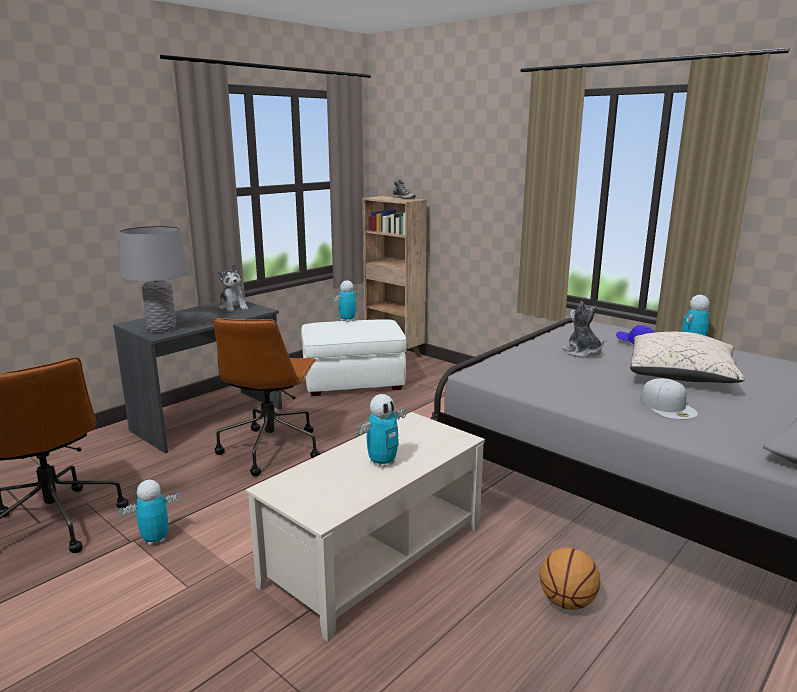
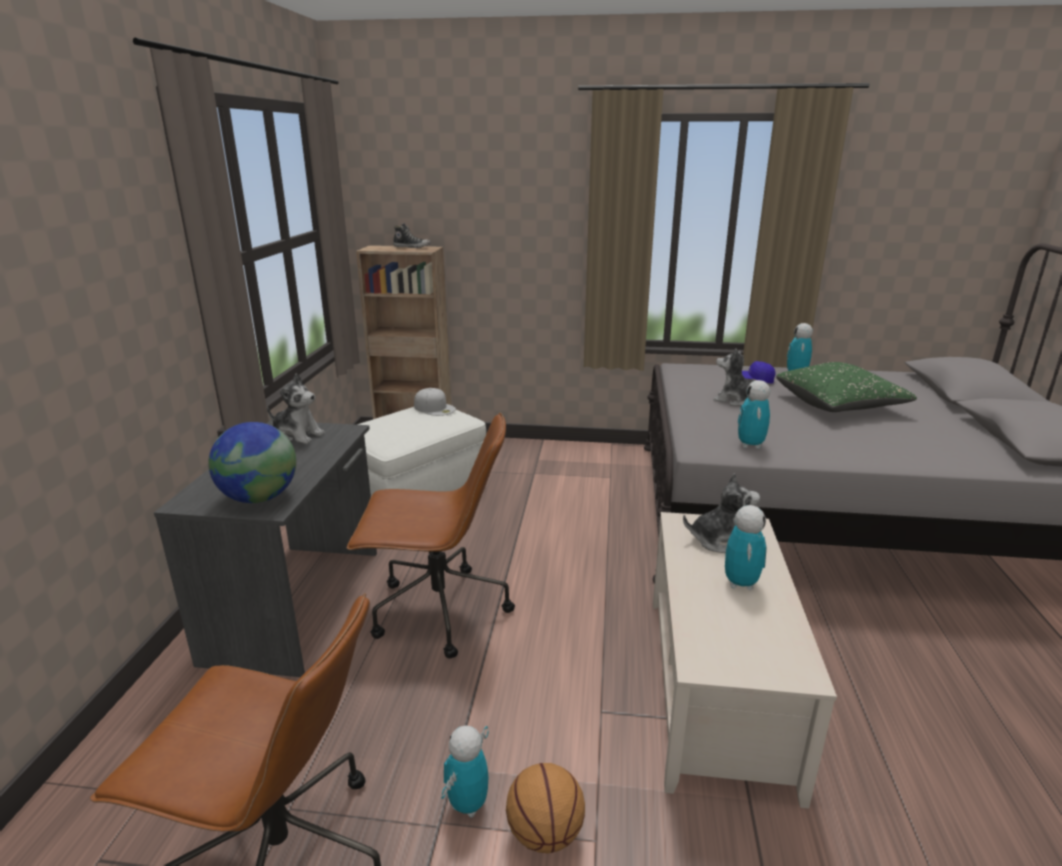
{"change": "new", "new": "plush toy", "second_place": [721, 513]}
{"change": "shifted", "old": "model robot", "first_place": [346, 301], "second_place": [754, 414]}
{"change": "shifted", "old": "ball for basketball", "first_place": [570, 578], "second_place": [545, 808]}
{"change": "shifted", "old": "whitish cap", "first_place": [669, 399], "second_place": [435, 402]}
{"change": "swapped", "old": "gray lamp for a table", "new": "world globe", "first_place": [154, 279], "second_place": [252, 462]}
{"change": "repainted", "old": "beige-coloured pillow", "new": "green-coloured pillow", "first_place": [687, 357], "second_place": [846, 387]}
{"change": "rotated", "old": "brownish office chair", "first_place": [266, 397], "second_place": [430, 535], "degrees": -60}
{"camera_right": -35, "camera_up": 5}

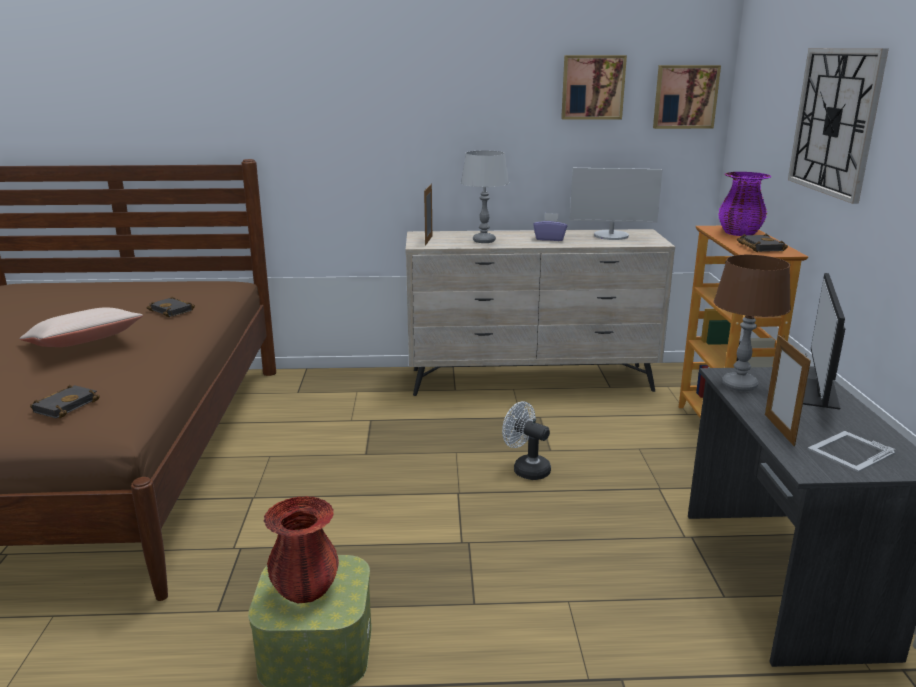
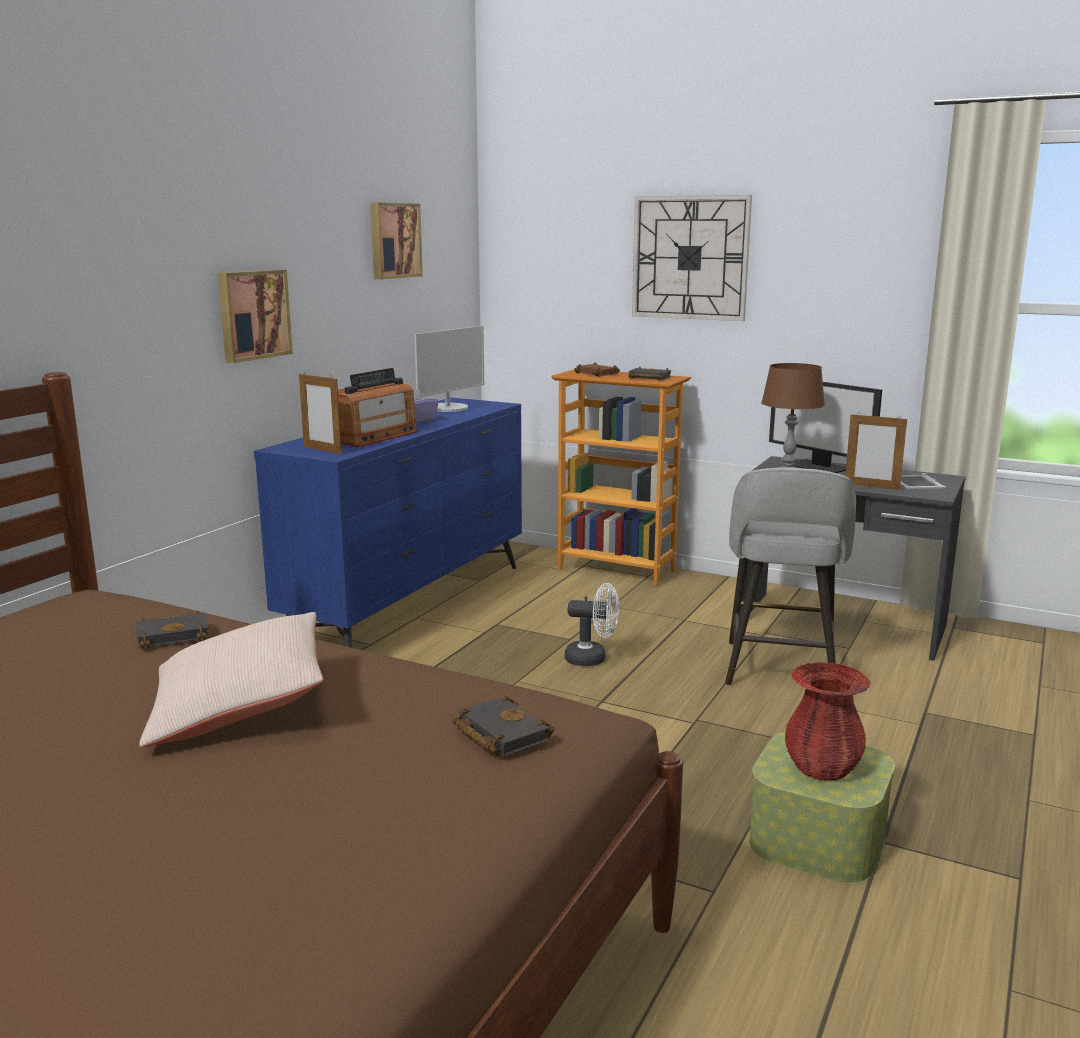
{"change": "new", "new": "gray stool", "second_place": [790, 576]}
{"change": "shifted", "old": "wall picture", "first_place": [687, 97], "second_place": [255, 316]}
{"change": "swapped", "old": "gray lamp for a table", "new": "radio receiver", "first_place": [485, 196], "second_place": [377, 407]}
{"change": "swapped", "old": "purple-coloured vase", "new": "brownish book", "first_place": [744, 204], "second_place": [597, 369]}
{"change": "repainted", "old": "beige-coloured drawer chest", "new": "bluish drawer chest", "first_place": [540, 312], "second_place": [388, 523]}
{"change": "rotated", "old": "whitish fan", "first_place": [526, 440], "second_place": [592, 624], "degrees": -150}
{"camera_right": -60, "camera_up": -5}

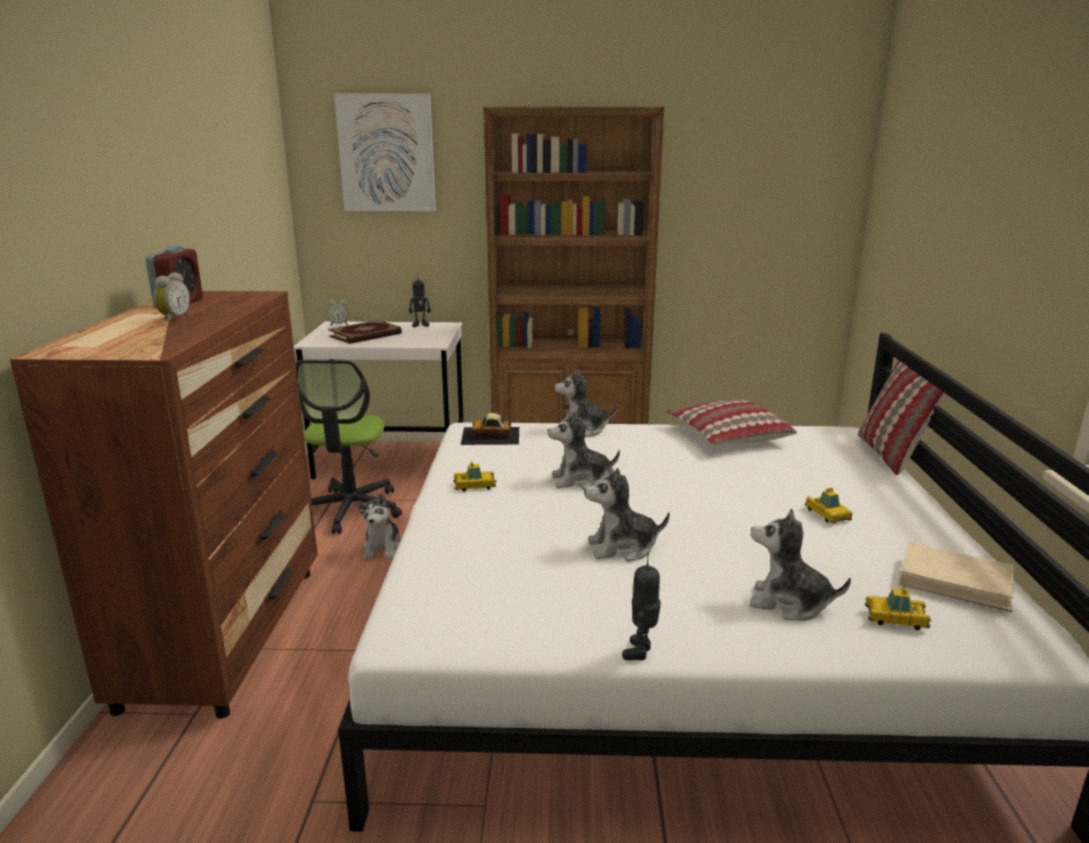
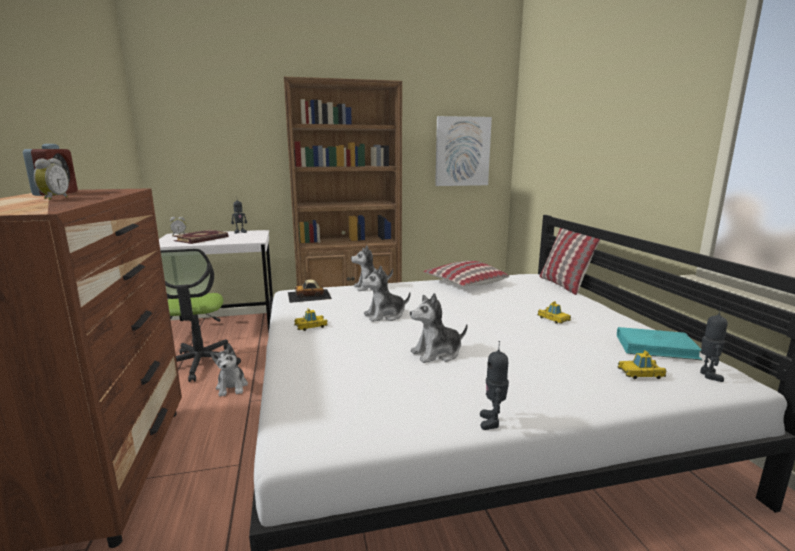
{"change": "gone", "old": "plush toy", "first_place": [800, 565]}
{"change": "new", "new": "model robot", "second_place": [714, 344]}
{"change": "shifted", "old": "wall picture", "first_place": [385, 152], "second_place": [463, 151]}
{"change": "repainted", "old": "beige-coloured book", "new": "turquoise book", "first_place": [956, 577], "second_place": [659, 343]}
{"camera_right": -15, "camera_up": -5}

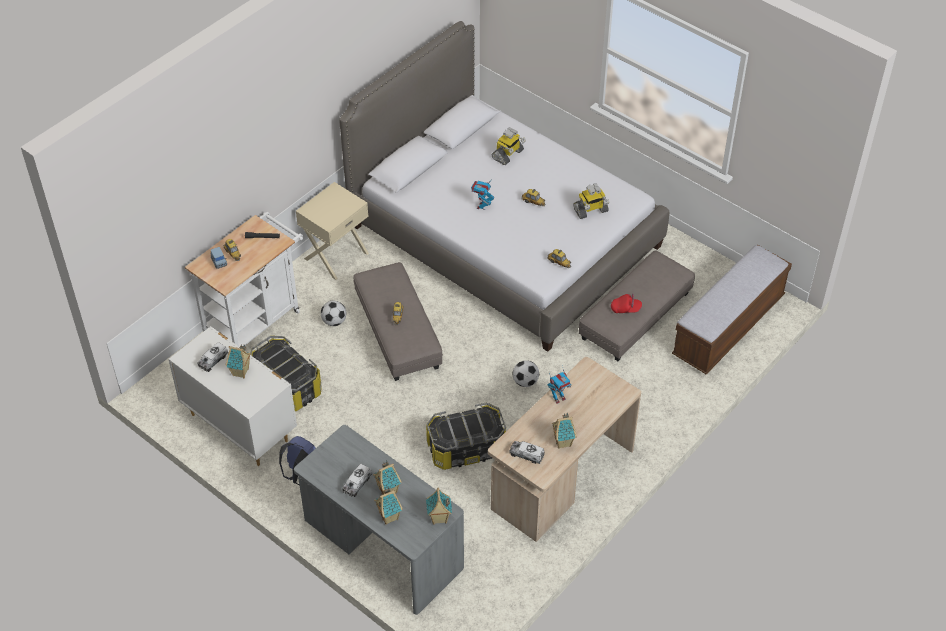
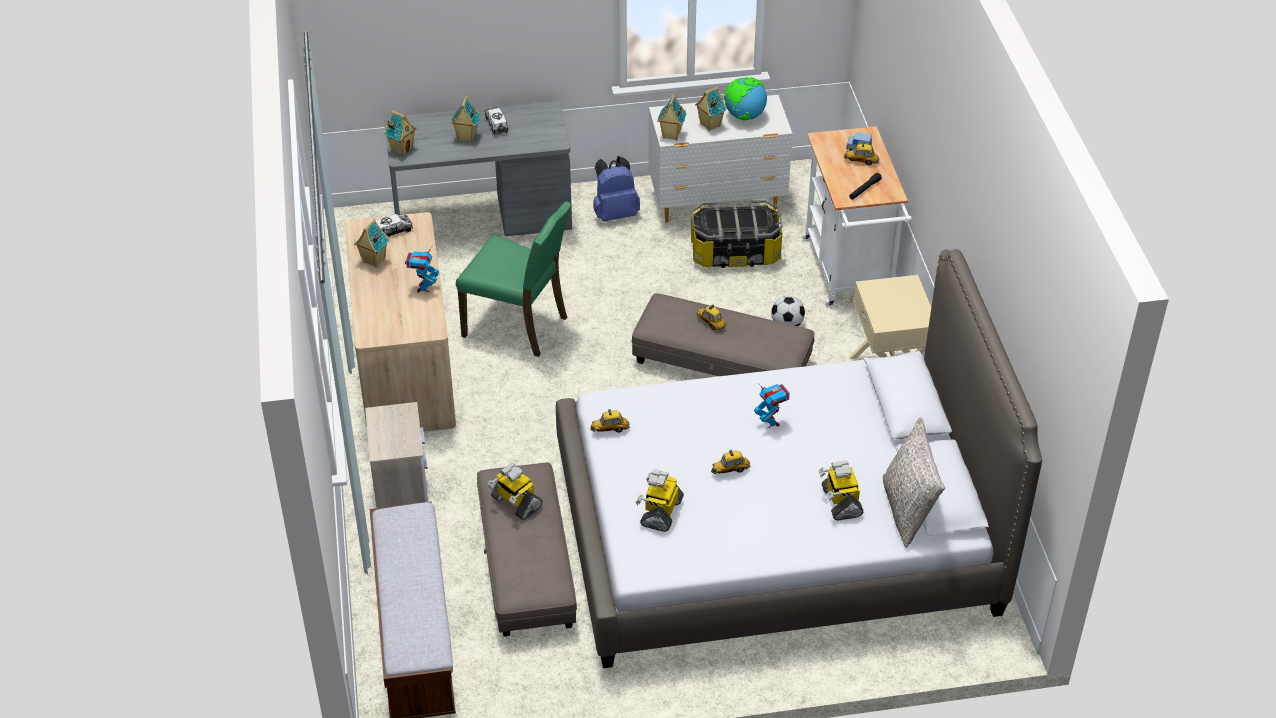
{"change": "gone", "old": "football", "first_place": [525, 373]}
{"change": "new", "new": "bedside table", "second_place": [396, 455]}
{"change": "new", "new": "gray pillow", "second_place": [914, 482]}
{"change": "shifted", "old": "miniature house", "first_place": [388, 505], "second_place": [672, 117]}
{"change": "swapped", "old": "toy lorry", "new": "world globe", "first_place": [213, 357], "second_place": [745, 99]}
{"change": "swapped", "old": "storage box", "new": "green-coloured upright chair", "first_place": [466, 436], "second_place": [514, 279]}
{"change": "swapped", "old": "red-coloured cap", "new": "model robot", "first_place": [626, 303], "second_place": [515, 491]}
{"camera_right": 130, "camera_up": -5}

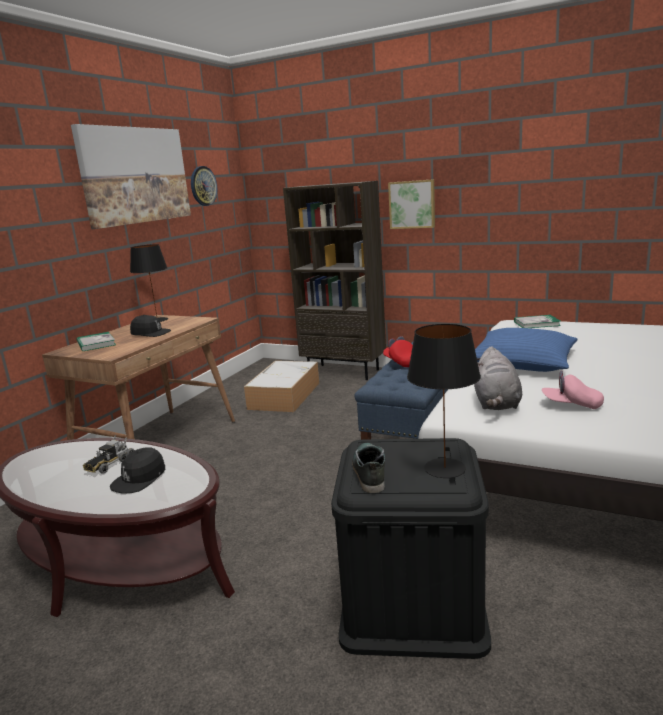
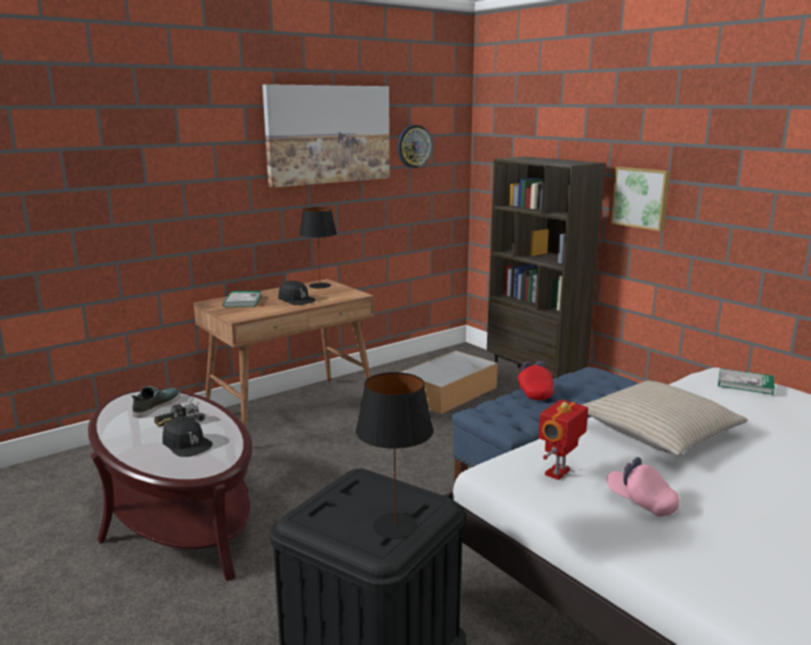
{"change": "shifted", "old": "low shoe", "first_place": [368, 468], "second_place": [155, 402]}
{"change": "swapped", "old": "gray plush toy", "new": "model robot", "first_place": [498, 378], "second_place": [563, 440]}
{"change": "repainted", "old": "bluish pillow", "new": "beige-coloured pillow", "first_place": [526, 350], "second_place": [665, 418]}
{"change": "rotated", "old": "black-coloured cap", "first_place": [137, 470], "second_place": [187, 436], "degrees": -105}
{"camera_right": 25, "camera_up": 0}

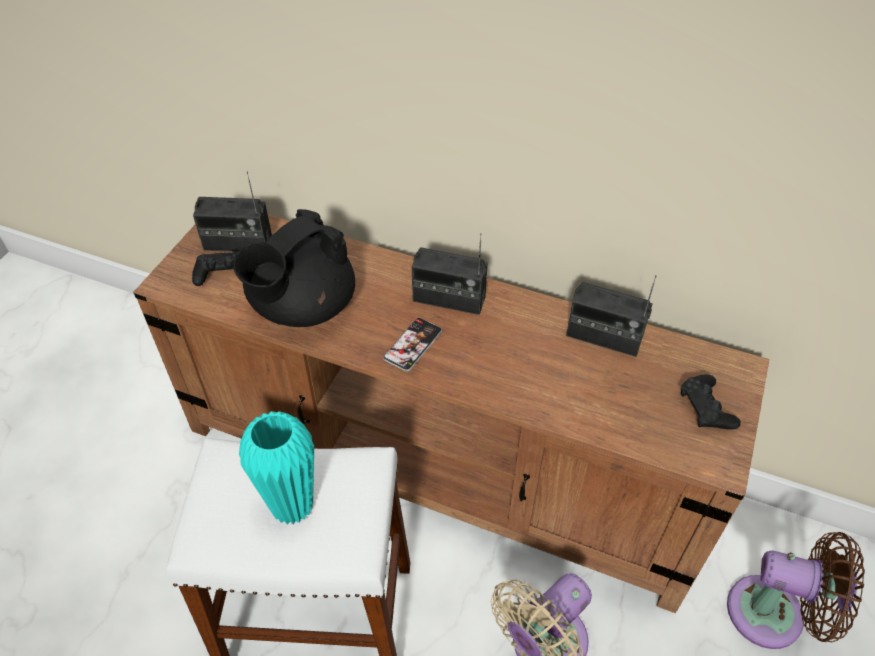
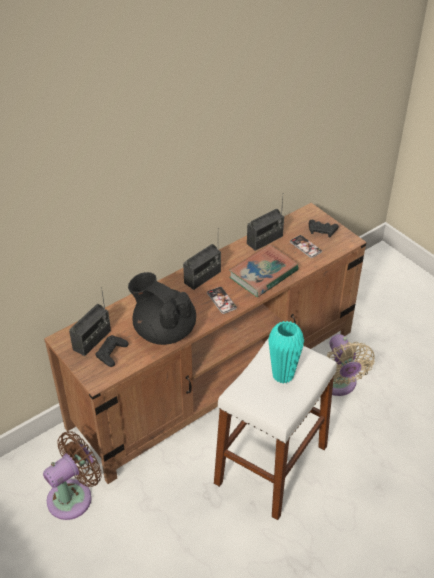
{"change": "new", "new": "book", "second_place": [264, 270]}
{"change": "new", "new": "telephone", "second_place": [306, 246]}
{"change": "shifted", "old": "brownish fan", "first_place": [796, 590], "second_place": [72, 475]}
{"change": "rotated", "old": "black-coloured pot for tea", "first_place": [294, 268], "second_place": [162, 308], "degrees": 150}
{"camera_right": -60, "camera_up": -5}

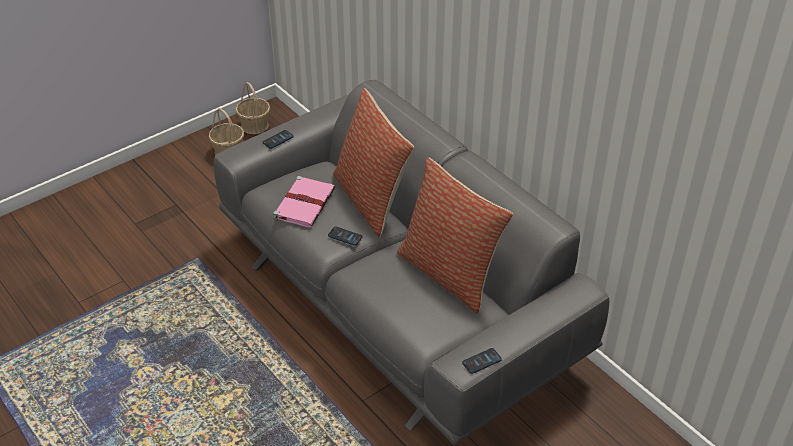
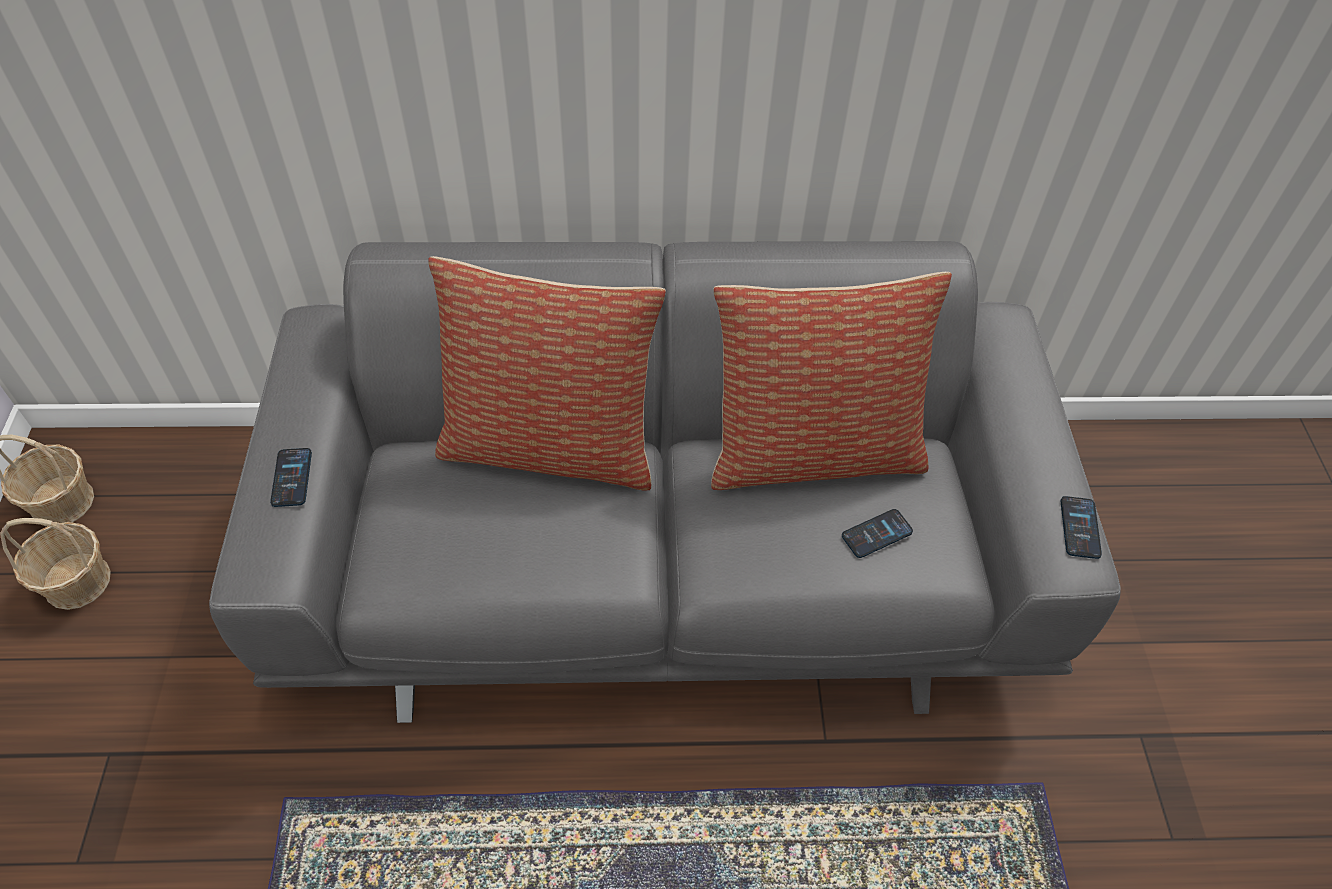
{"change": "gone", "old": "pinkish book", "first_place": [304, 202]}
{"change": "shifted", "old": "telephone", "first_place": [345, 236], "second_place": [877, 533]}
{"camera_right": -55, "camera_up": 10}

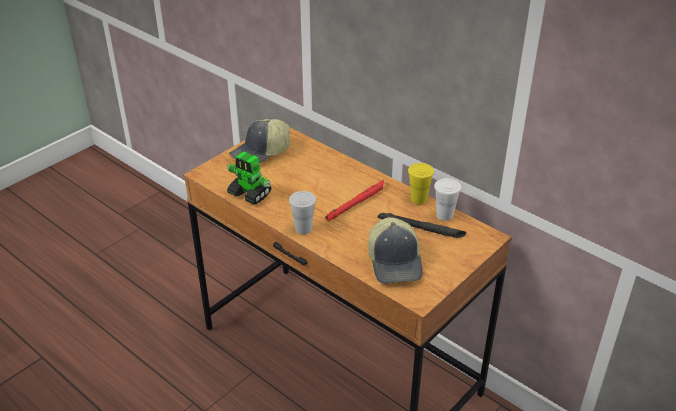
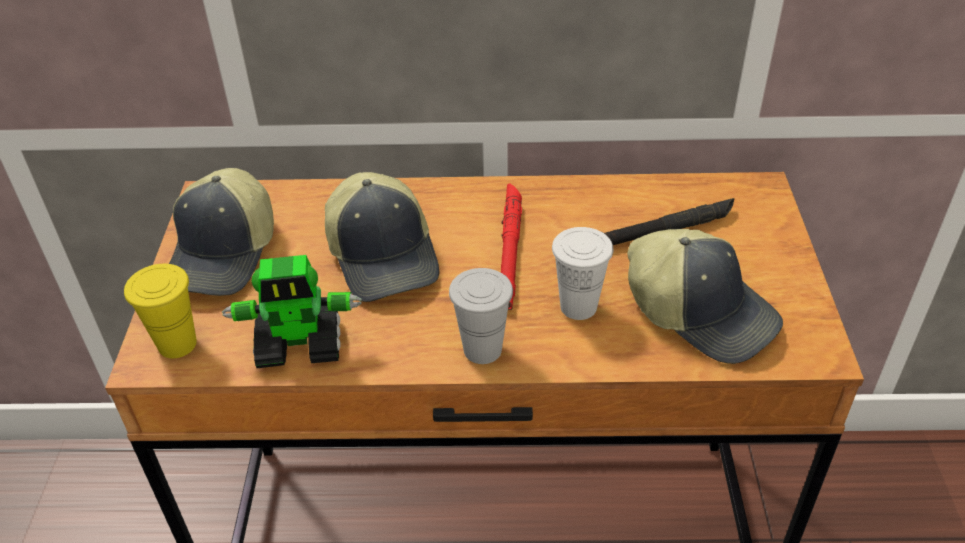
{"change": "new", "new": "cap", "second_place": [382, 237]}
{"change": "shifted", "old": "yellowish drinking cup", "first_place": [421, 183], "second_place": [160, 311]}
{"change": "shifted", "old": "whitish drinking cup", "first_place": [447, 199], "second_place": [582, 273]}
{"camera_right": -40, "camera_up": 5}

